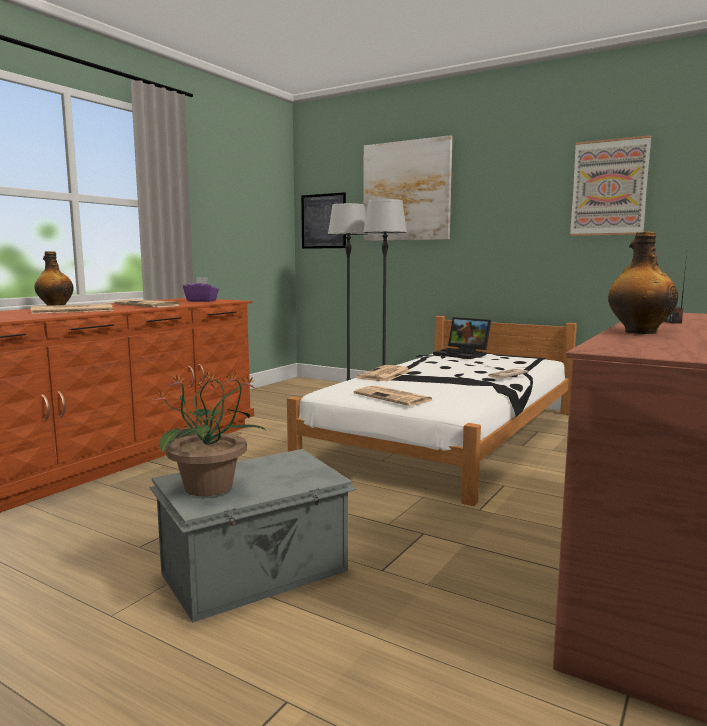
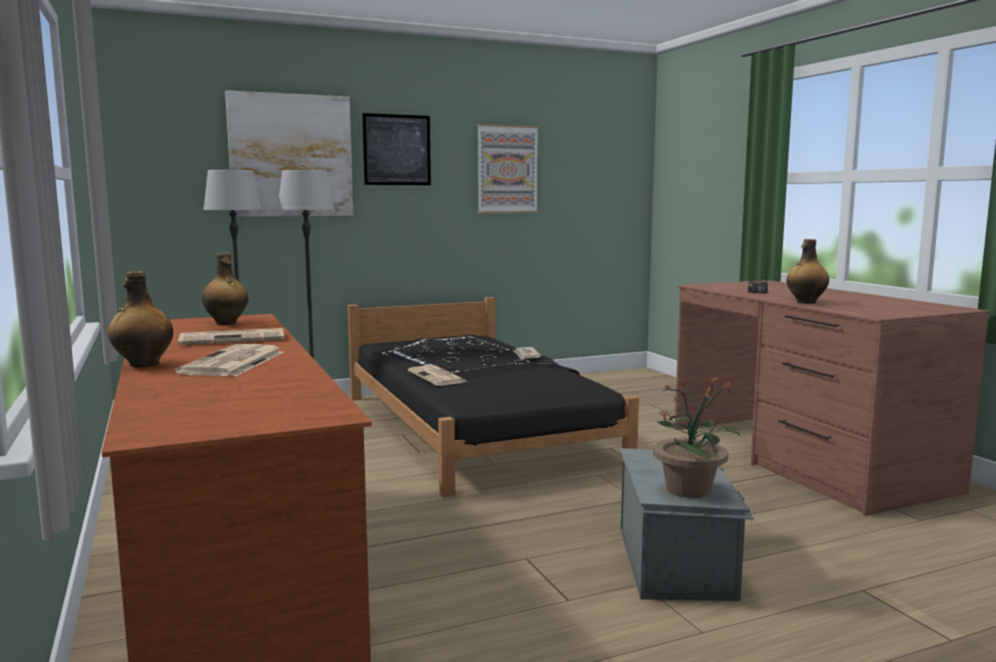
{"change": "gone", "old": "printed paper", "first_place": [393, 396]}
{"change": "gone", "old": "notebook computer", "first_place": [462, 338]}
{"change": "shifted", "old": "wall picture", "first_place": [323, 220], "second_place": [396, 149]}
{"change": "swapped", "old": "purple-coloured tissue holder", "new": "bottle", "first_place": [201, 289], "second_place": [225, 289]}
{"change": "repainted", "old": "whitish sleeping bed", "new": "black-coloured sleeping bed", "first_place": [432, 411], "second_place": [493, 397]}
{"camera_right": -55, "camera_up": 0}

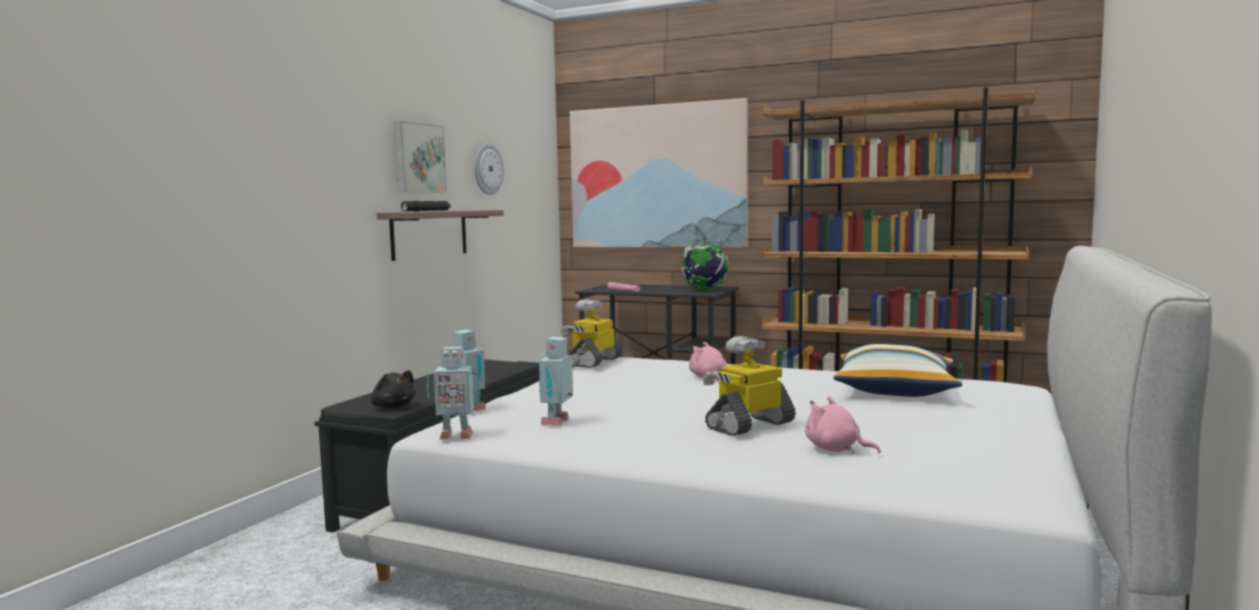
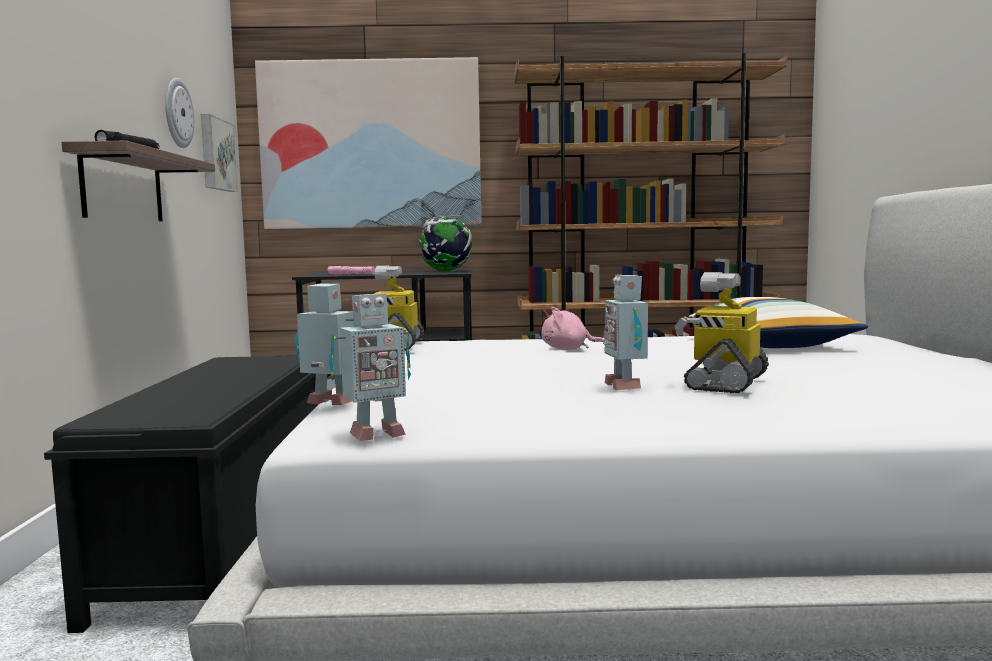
{"change": "gone", "old": "black-coloured plush toy", "first_place": [393, 389]}
{"change": "gone", "old": "pinkish plush toy", "first_place": [842, 425]}
{"change": "shifted", "old": "wall picture", "first_place": [420, 156], "second_place": [219, 153]}
{"change": "shifted", "old": "model robot", "first_place": [556, 381], "second_place": [625, 332]}
{"camera_right": -25, "camera_up": 0}

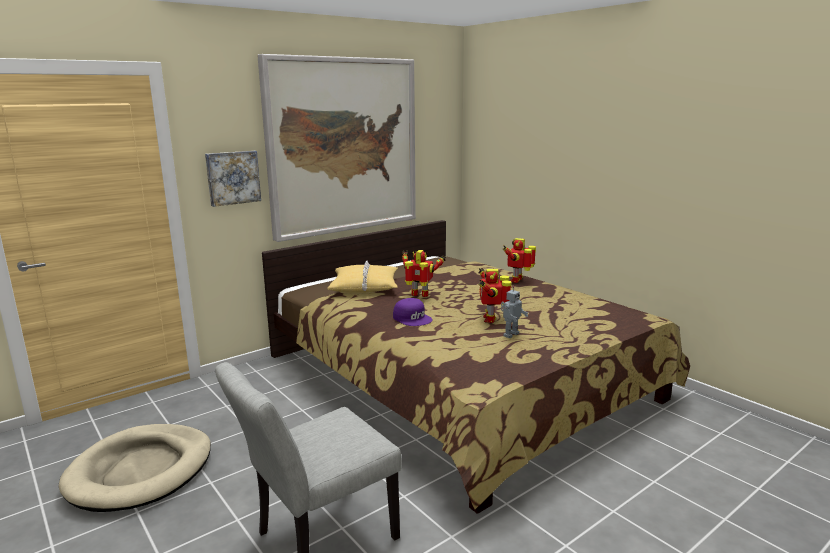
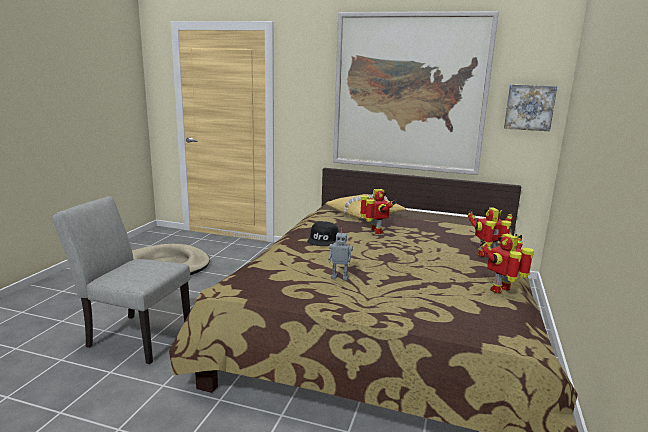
{"change": "shifted", "old": "wall picture", "first_place": [233, 179], "second_place": [530, 108]}
{"change": "shifted", "old": "model robot", "first_place": [494, 295], "second_place": [507, 263]}
{"change": "repainted", "old": "purple-coloured cap", "new": "black-coloured cap", "first_place": [413, 312], "second_place": [323, 233]}
{"camera_right": 55, "camera_up": 0}

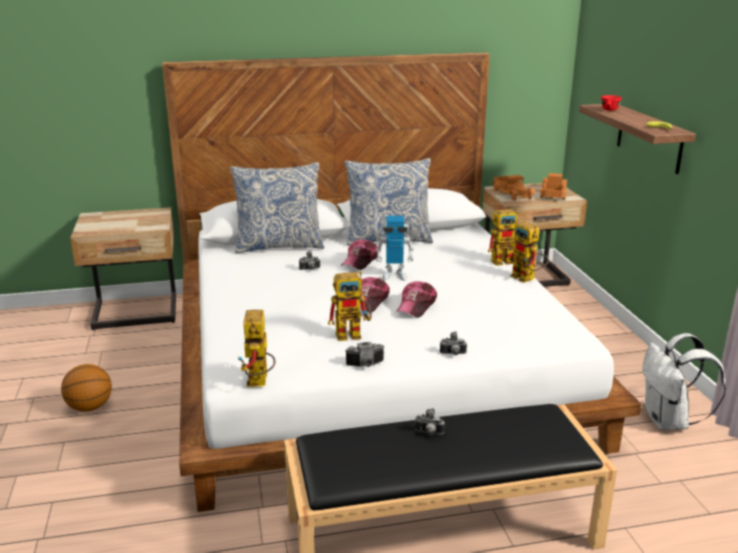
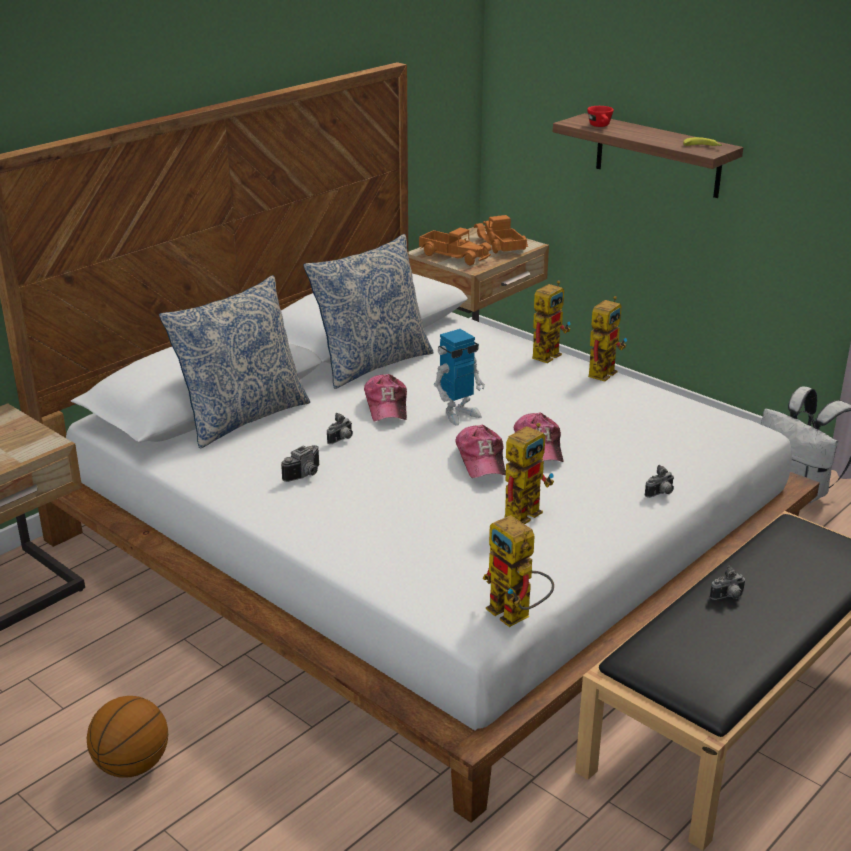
{"change": "shifted", "old": "still camera", "first_place": [364, 354], "second_place": [300, 463]}
{"change": "rotated", "old": "model robot", "first_place": [529, 252], "second_place": [607, 339], "degrees": -75}
{"camera_right": -35, "camera_up": 5}

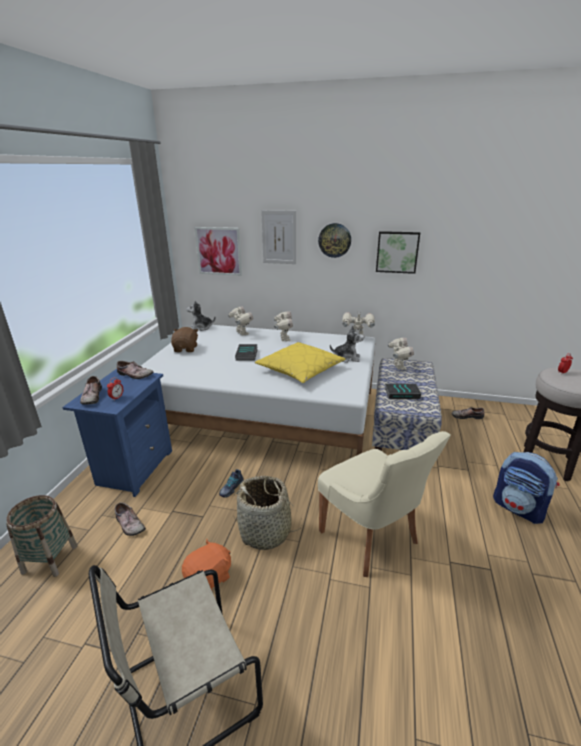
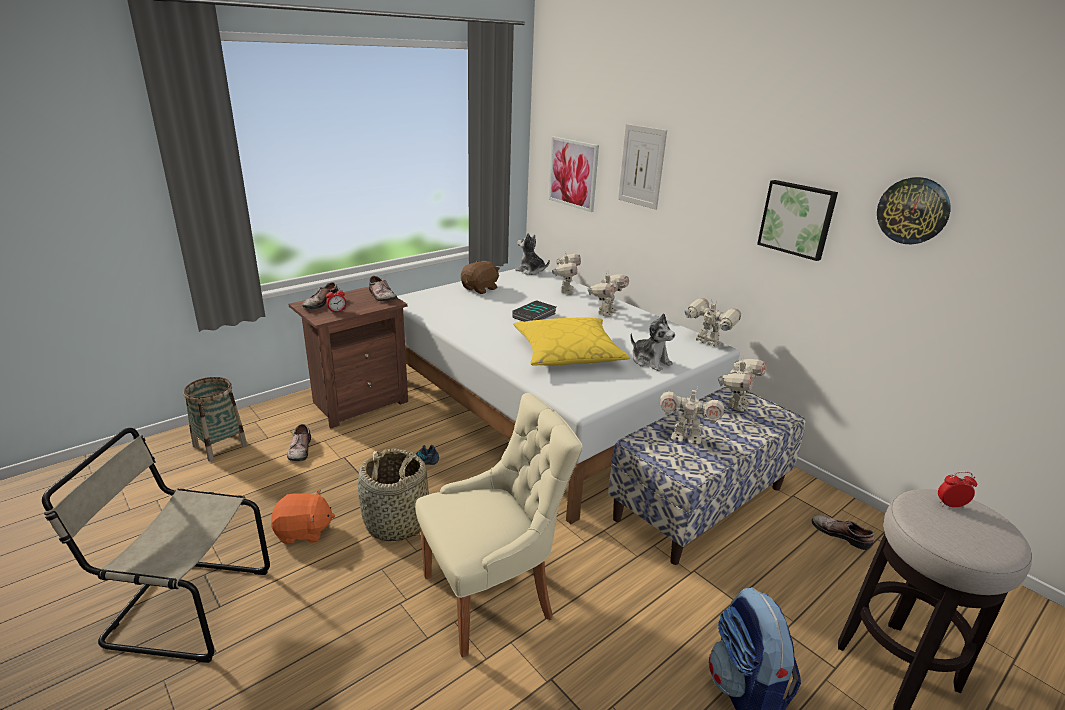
{"change": "shifted", "old": "wall clock", "first_place": [334, 240], "second_place": [913, 210]}
{"change": "swapped", "old": "book", "new": "model robot", "first_place": [403, 391], "second_place": [692, 414]}
{"change": "repainted", "old": "bluish bedside table", "new": "brownish bedside table", "first_place": [117, 433], "second_place": [348, 358]}
{"change": "rotated", "old": "beige-coloured upright chair", "first_place": [384, 504], "second_place": [499, 525], "degrees": -120}
{"camera_right": 35, "camera_up": 0}

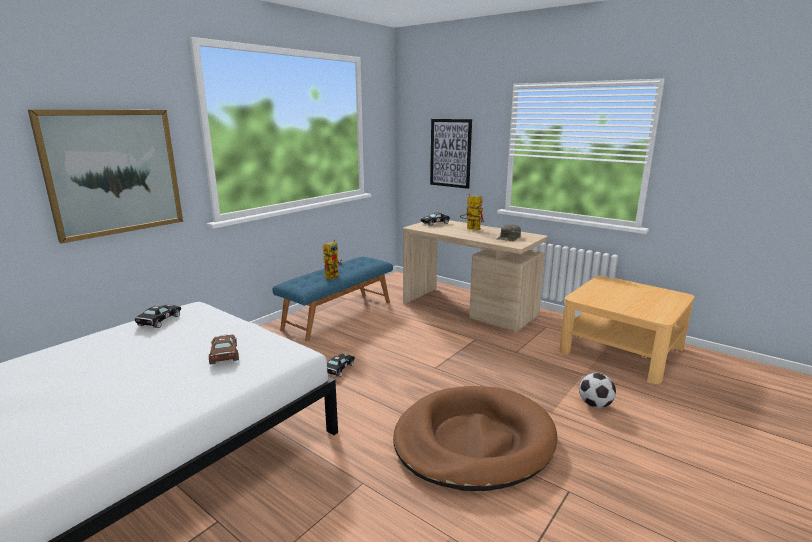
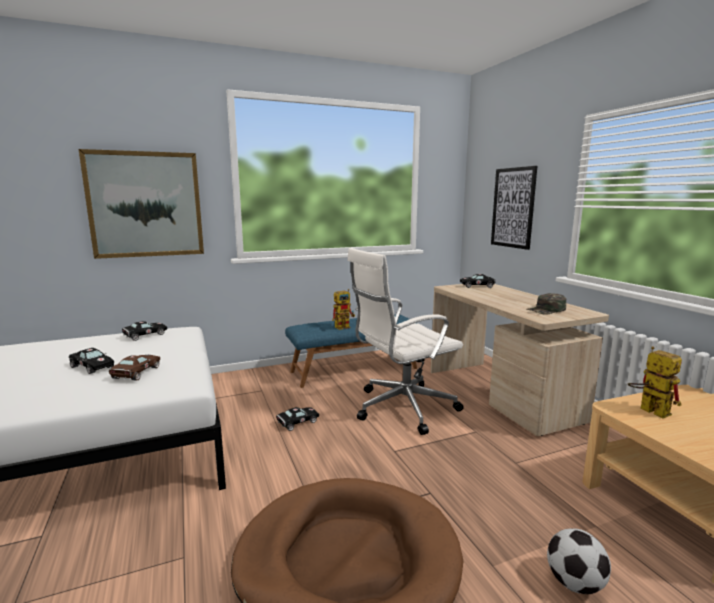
{"change": "new", "new": "black-coloured miniature car", "second_place": [91, 361]}
{"change": "new", "new": "whitish office chair", "second_place": [405, 341]}
{"change": "shifted", "old": "model robot", "first_place": [472, 212], "second_place": [655, 382]}
{"camera_right": 30, "camera_up": -5}

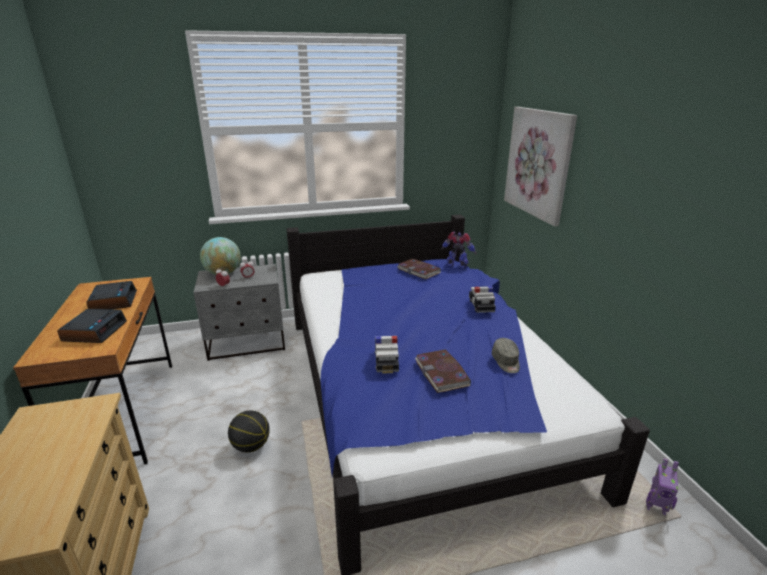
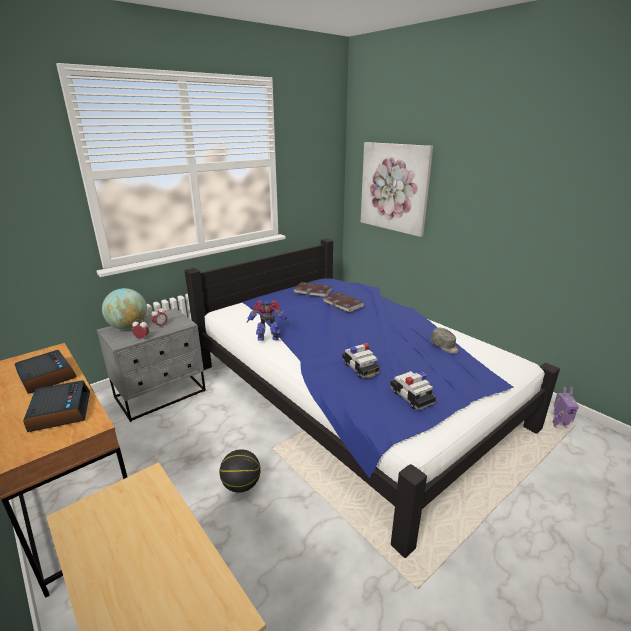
{"change": "shifted", "old": "book", "first_place": [443, 371], "second_place": [343, 302]}
{"change": "shifted", "old": "model robot", "first_place": [458, 249], "second_place": [268, 320]}
{"change": "shifted", "old": "miniature car", "first_place": [482, 299], "second_place": [413, 390]}
{"camera_right": -25, "camera_up": 0}

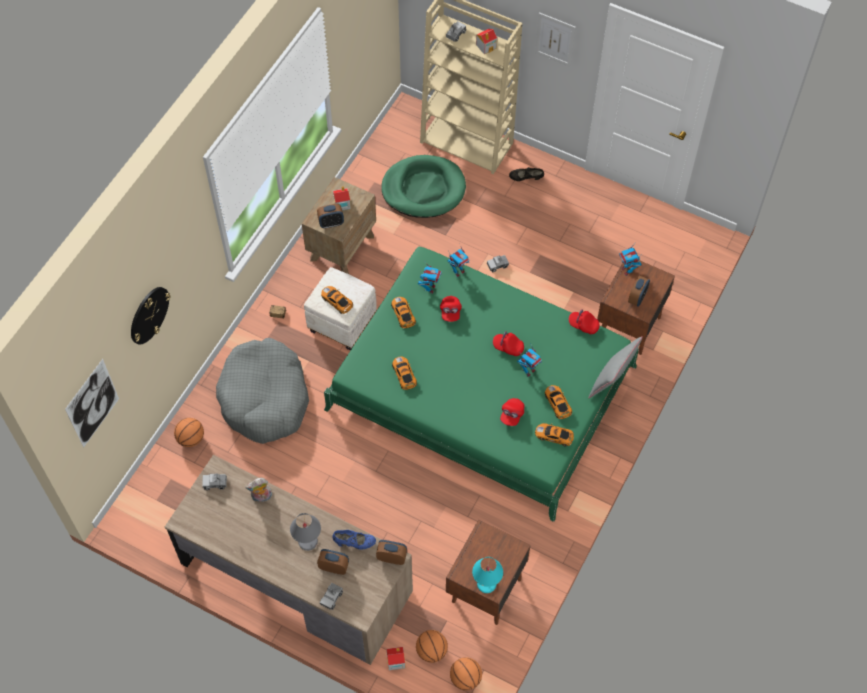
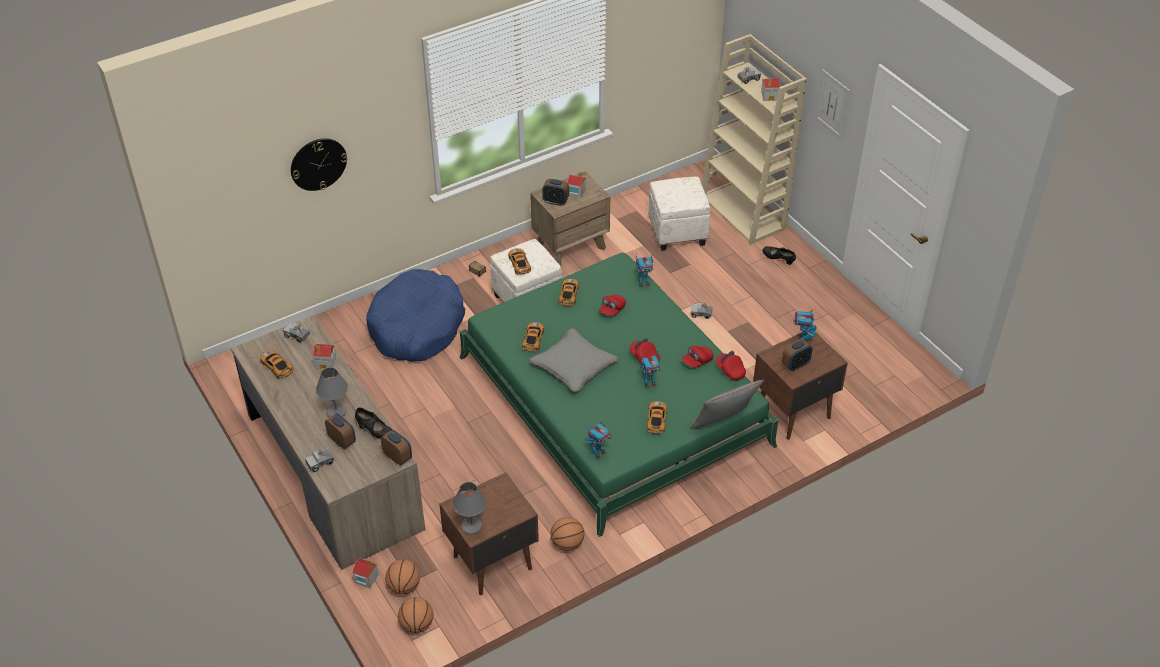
{"change": "gone", "old": "wall picture", "first_place": [92, 403]}
{"change": "new", "new": "gray pillow", "second_place": [574, 360]}
{"change": "shifted", "old": "ball for basketball", "first_place": [189, 432], "second_place": [567, 534]}
{"change": "shifted", "old": "model robot", "first_place": [430, 278], "second_place": [598, 439]}
{"change": "shifted", "old": "red-coloured cap", "first_place": [512, 412], "second_place": [698, 357]}
{"change": "shifted", "old": "miniature car", "first_place": [554, 435], "second_place": [276, 364]}
{"change": "swapped", "old": "plush toy", "new": "miniature house", "first_place": [258, 490], "second_place": [324, 357]}
{"change": "swapped", "old": "green-coloured dog bed", "new": "whitish pouffe", "first_place": [423, 186], "second_place": [679, 213]}
{"change": "repainted", "old": "gray dog bed", "new": "bluish dog bed", "first_place": [262, 391], "second_place": [415, 315]}
{"change": "repainted", "old": "bluish low shoe", "new": "black-coloured low shoe", "first_place": [354, 540], "second_place": [373, 422]}
{"change": "repainted", "old": "turquoise lamp for a table", "new": "gray lamp for a table", "first_place": [487, 575], "second_place": [469, 508]}
{"camera_right": 30, "camera_up": -15}

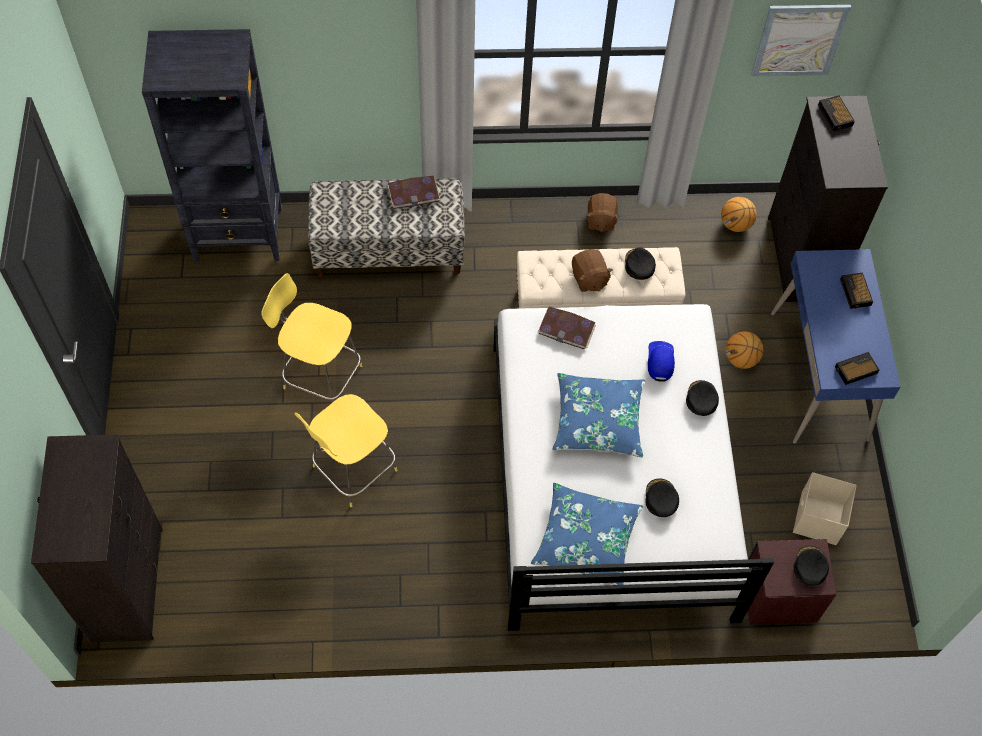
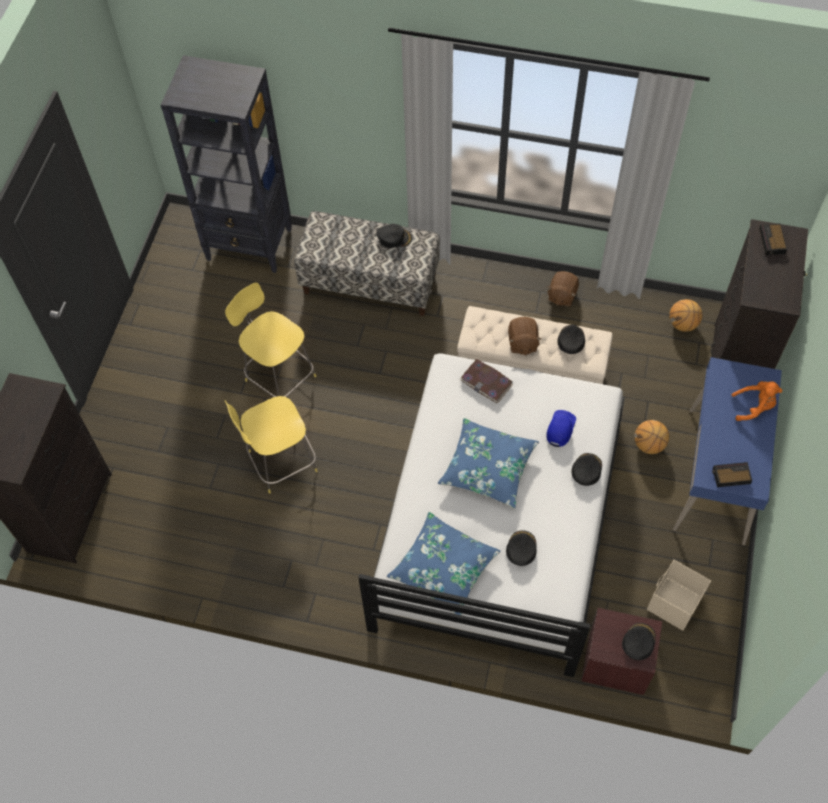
{"change": "gone", "old": "wall picture", "first_place": [801, 40]}
{"change": "swapped", "old": "book", "new": "black-coloured cap", "first_place": [414, 192], "second_place": [394, 236]}
{"change": "swapped", "old": "bedside clock", "new": "orange plush toy", "first_place": [856, 291], "second_place": [756, 401]}
{"camera_right": 20, "camera_up": 0}

